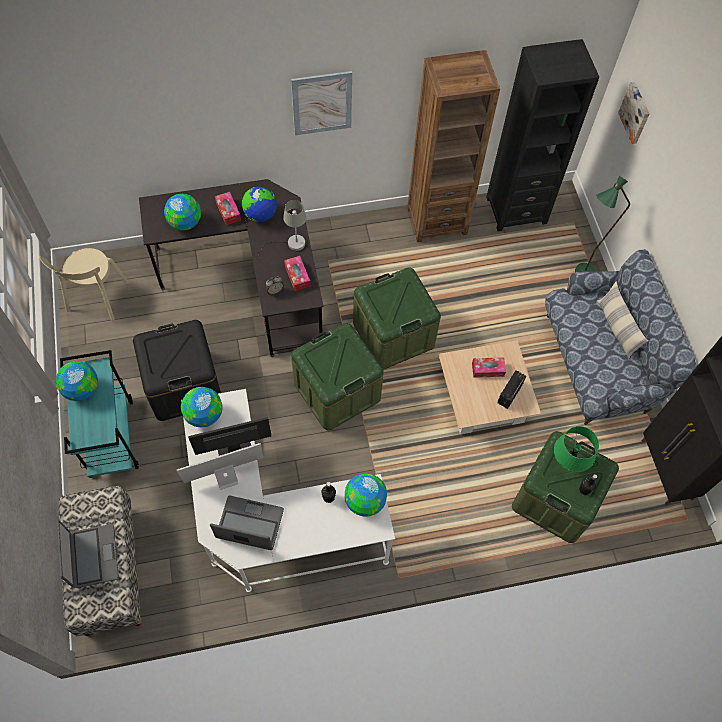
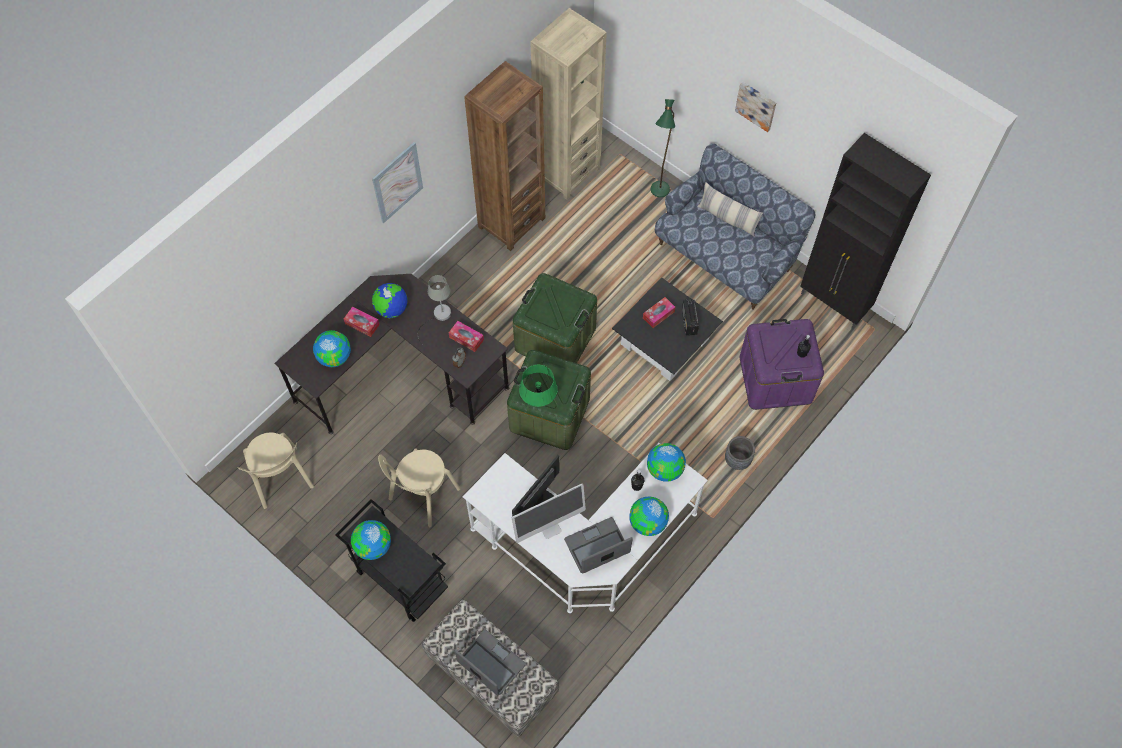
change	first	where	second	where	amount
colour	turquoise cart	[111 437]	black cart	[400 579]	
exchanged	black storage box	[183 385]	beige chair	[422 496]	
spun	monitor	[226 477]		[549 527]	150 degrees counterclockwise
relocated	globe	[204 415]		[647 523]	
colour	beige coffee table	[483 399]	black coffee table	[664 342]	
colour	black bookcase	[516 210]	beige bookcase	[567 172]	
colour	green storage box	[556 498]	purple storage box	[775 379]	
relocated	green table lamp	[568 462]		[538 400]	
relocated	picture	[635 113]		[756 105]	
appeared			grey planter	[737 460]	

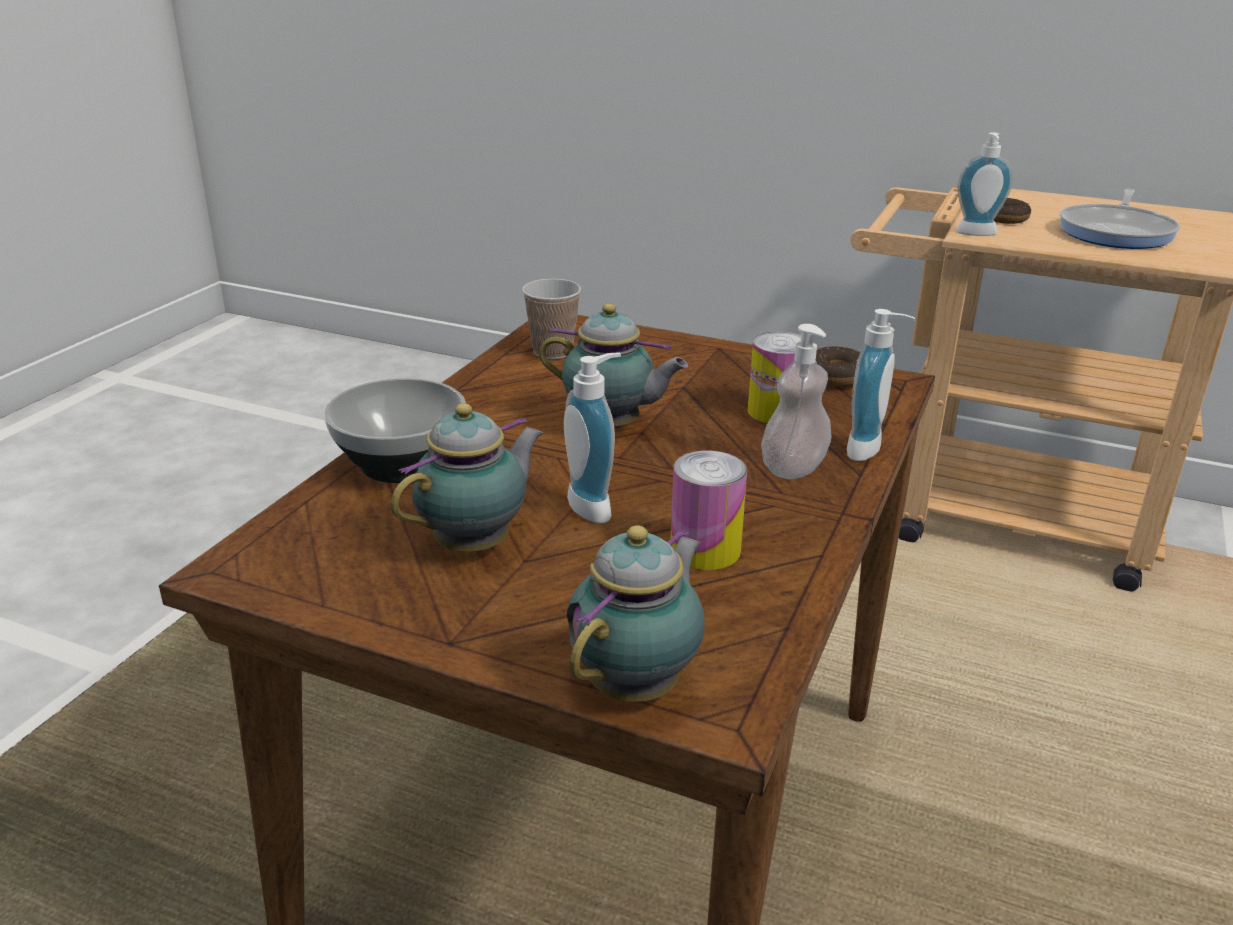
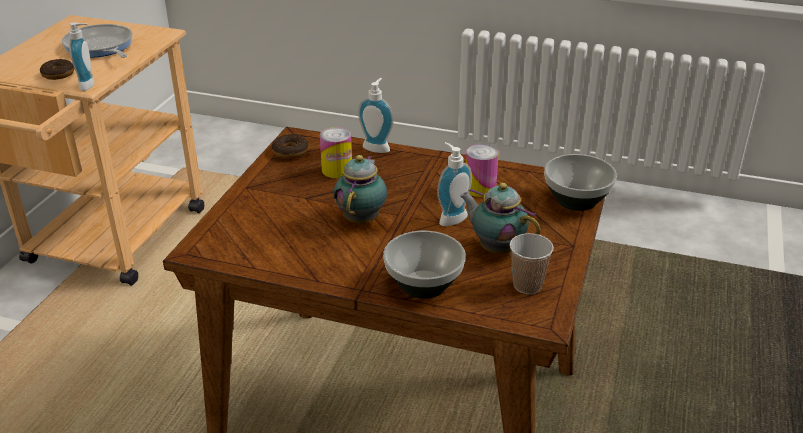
change	first	where	second	where	amount
relocated	cup	[552 352]		[527 285]	
exchanged	teapot	[638 684]	bowl	[577 200]	
missing	soap dispenser	[793 468]			
spun	frying pan	[1117 232]		[100 47]	150 degrees counterclockwise

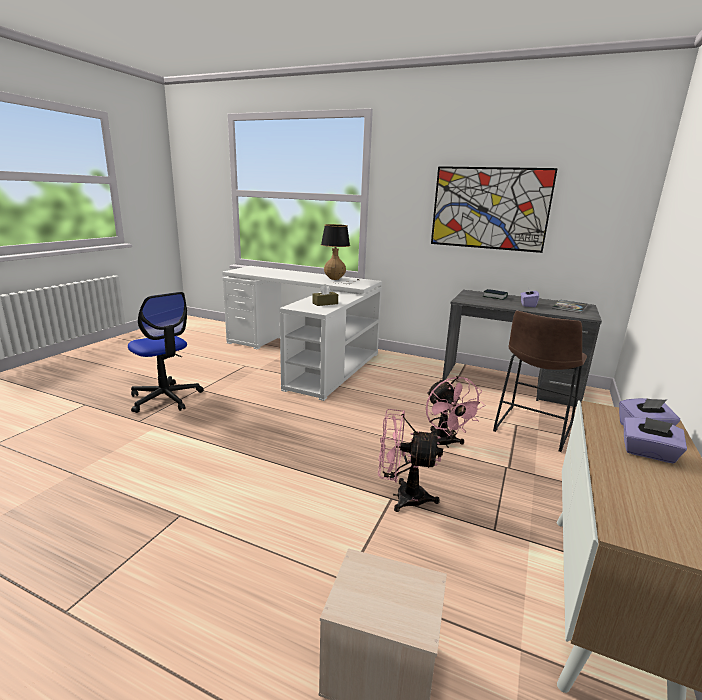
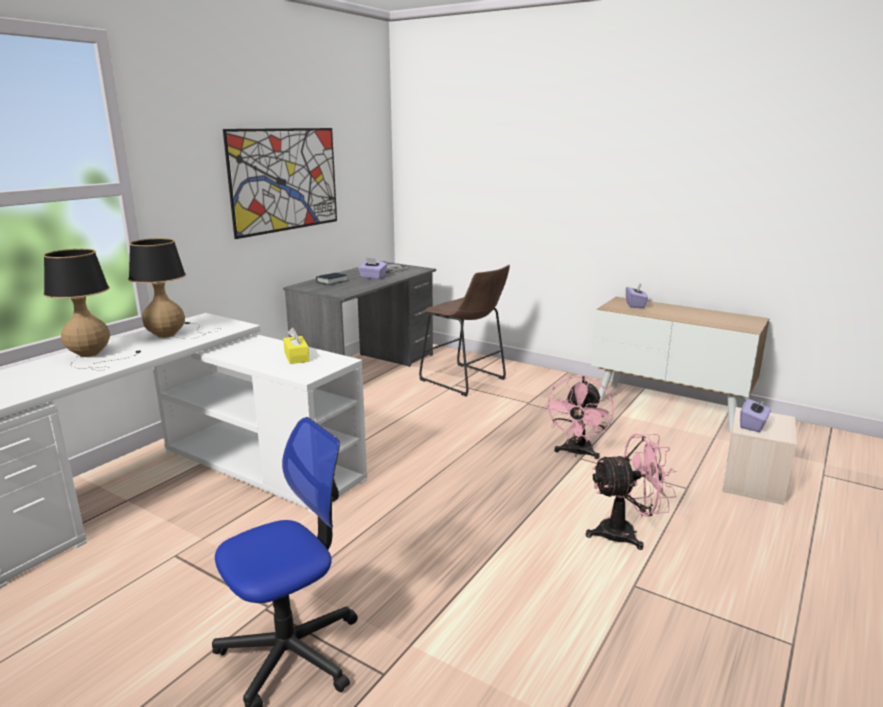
change	first	where	second	where	amount
colour	brown tissue box	[325 303]	yellow tissue box	[296 357]	
relocated	pink fan	[444 444]		[626 533]	
relocated	purple tissue box	[648 453]		[753 425]	
appeared			table lamp	[92 356]	

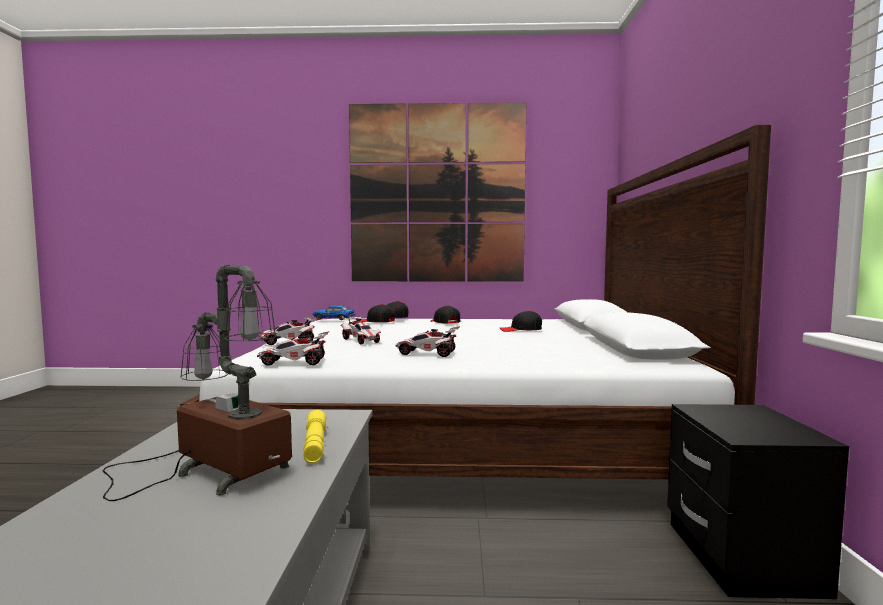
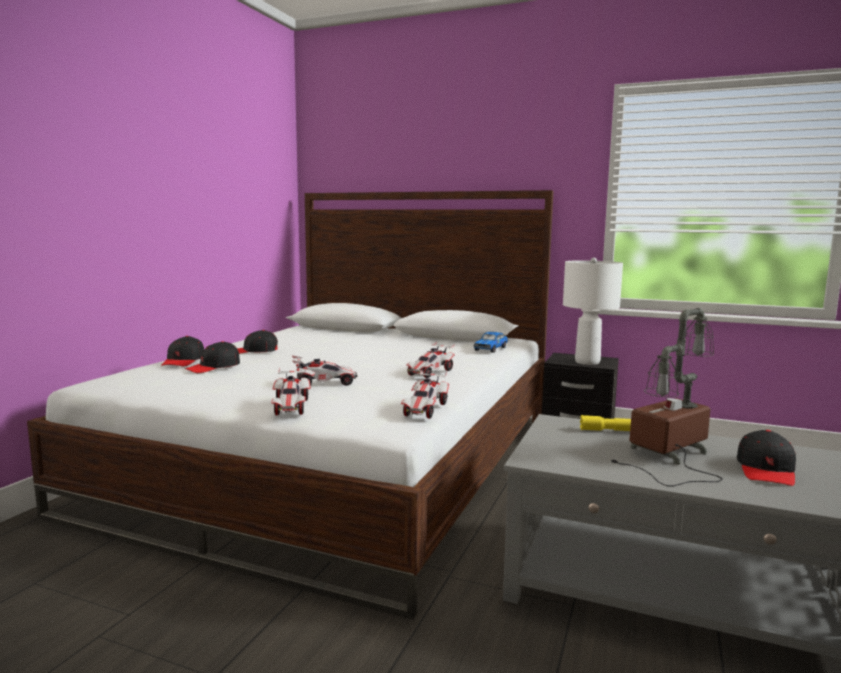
change	first	where	second	where	amount
relocated	toy car	[334 319]		[491 349]	
missing	picture	[437 193]			
relocated	black cap	[521 330]		[766 470]	
appeared			white table lamp	[587 362]	

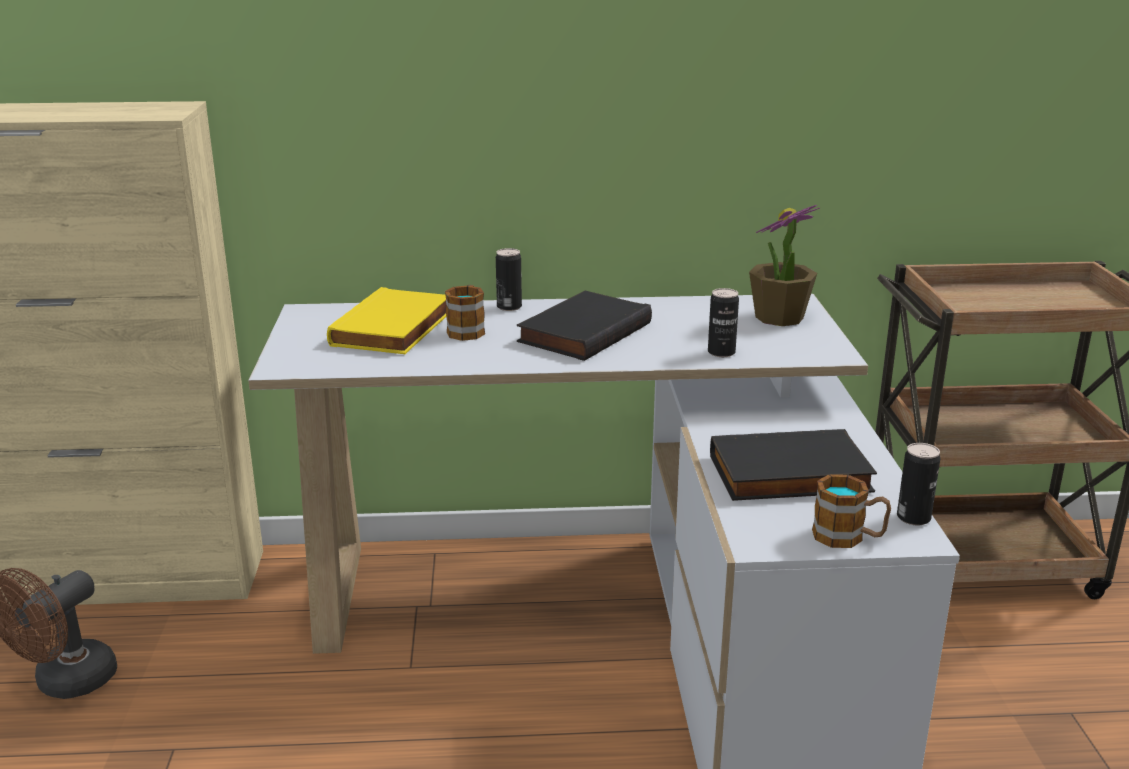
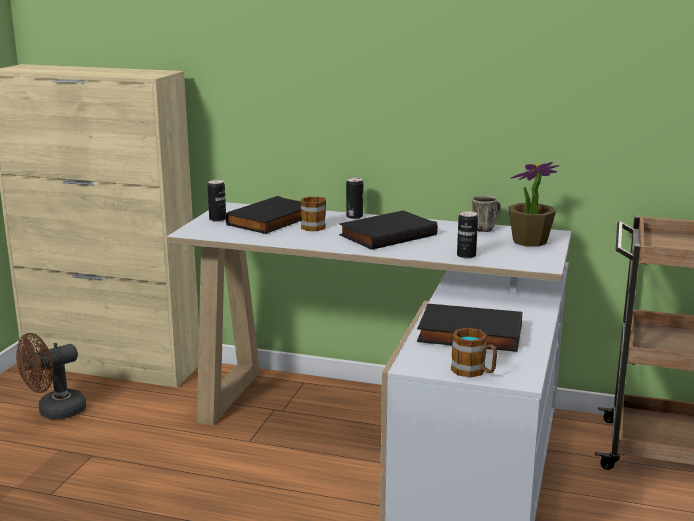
change	first	where	second	where	amount
colour	yellow book	[395 329]	black book	[272 221]	
relocated	can	[913 518]		[217 219]	
appeared			mug	[485 228]	

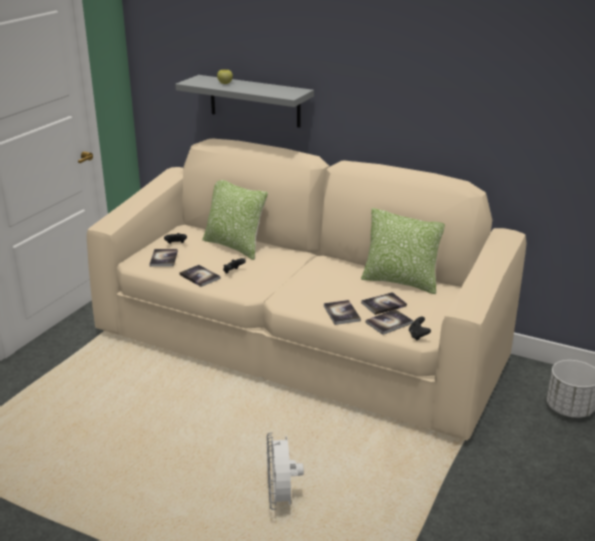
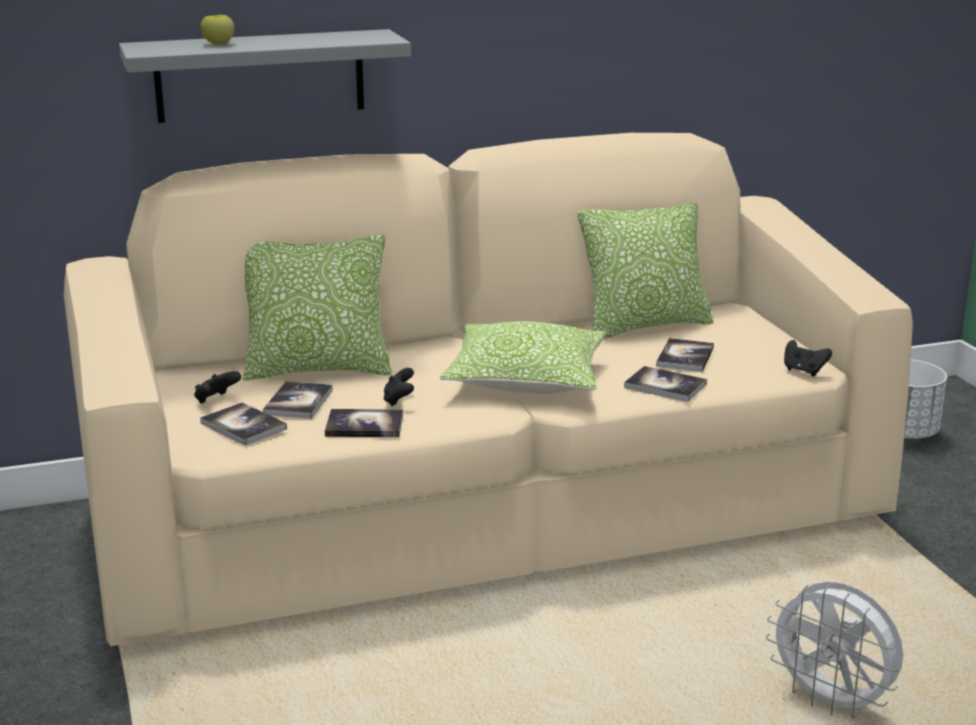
change	first	where	second	where	amount
relocated	book	[389 323]		[298 402]	
appeared			pillow	[526 380]	

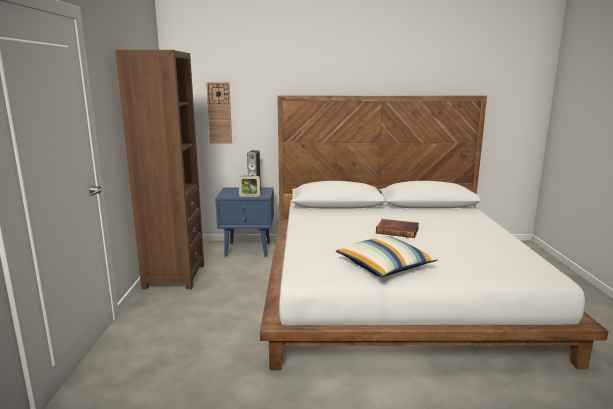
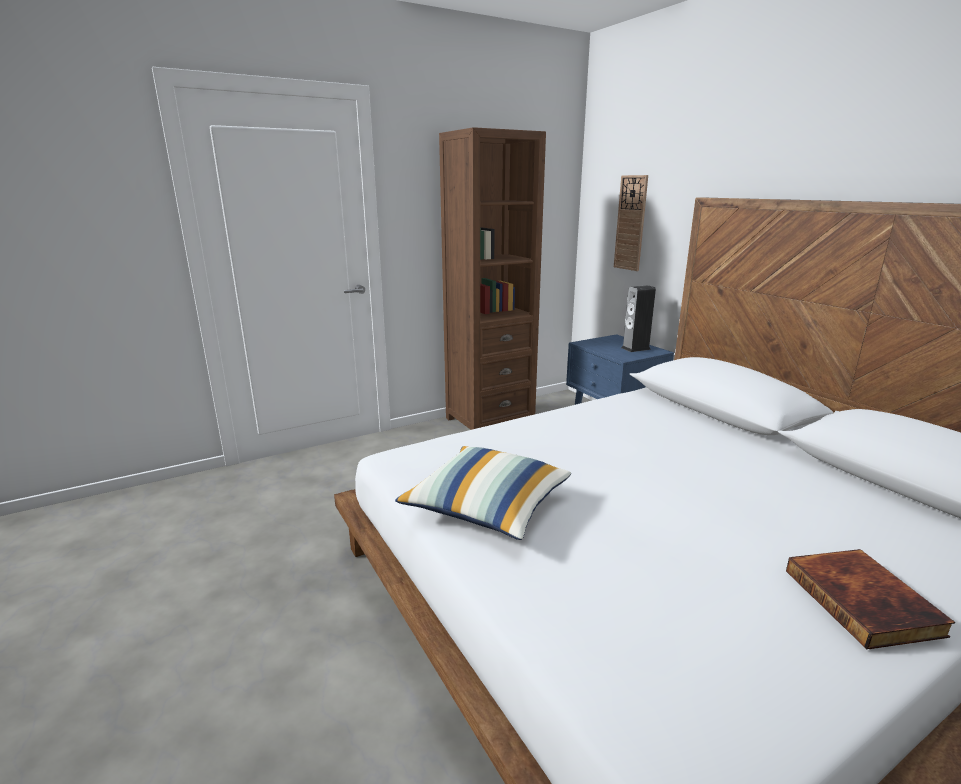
change	first	where	second	where	amount
missing	picture frame	[249 196]			
relocated	book	[398 230]		[864 602]	

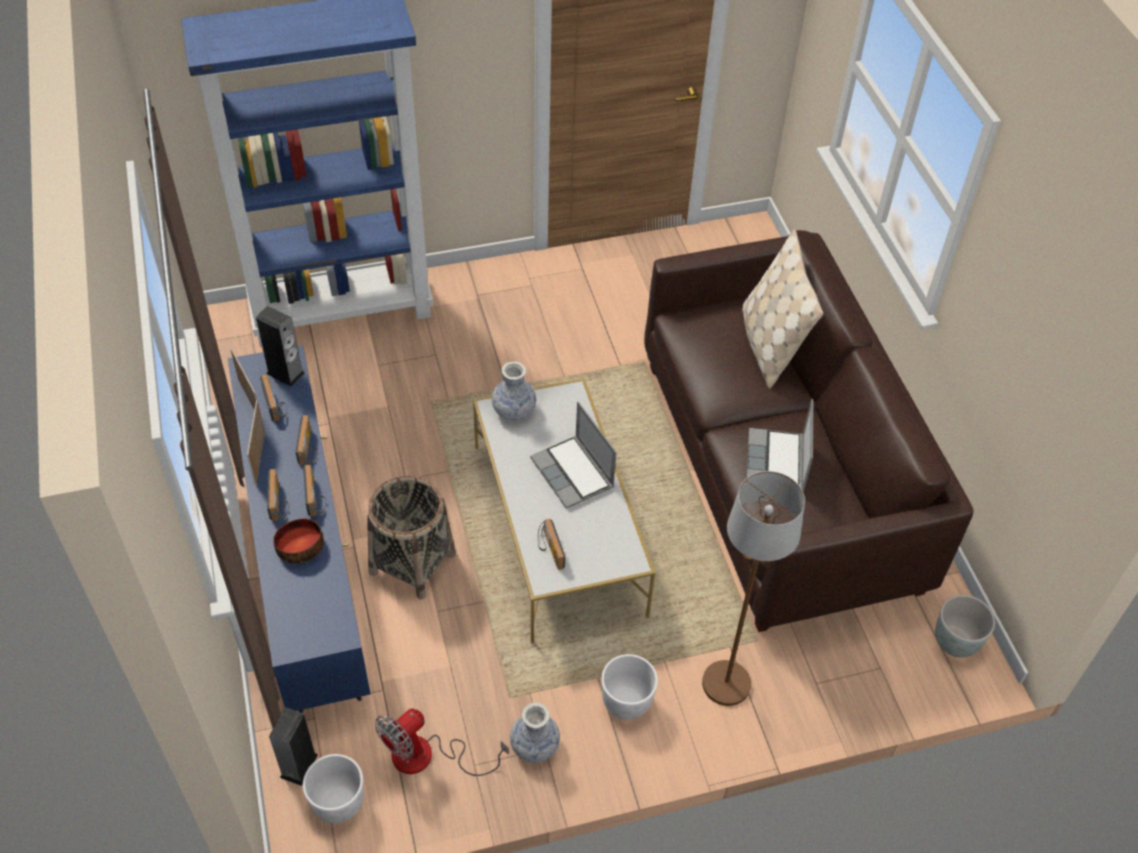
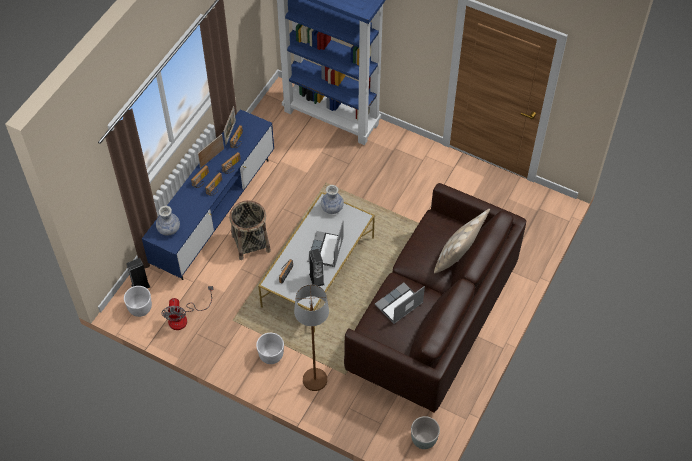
change	first	where	second	where	amount
relocated	speaker	[285 373]		[316 279]	
missing	bowl	[300 547]			
spun	fan	[427 757]		[184 317]	90 degrees counterclockwise
relocated	vase	[534 745]		[169 229]	

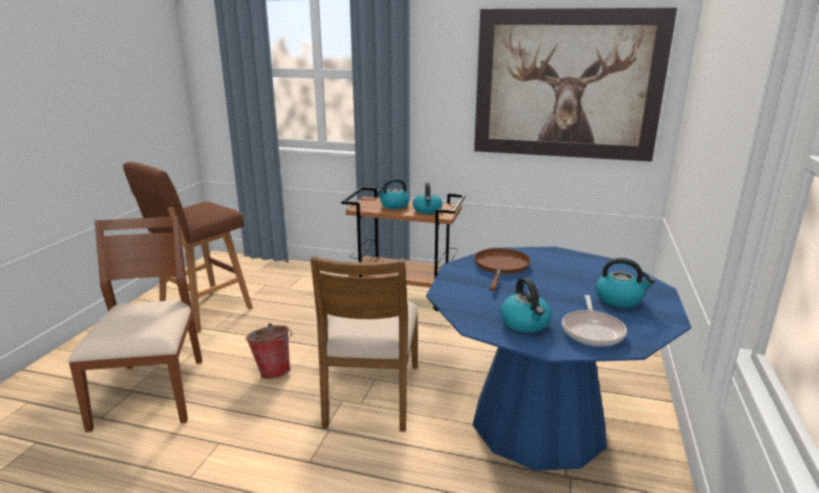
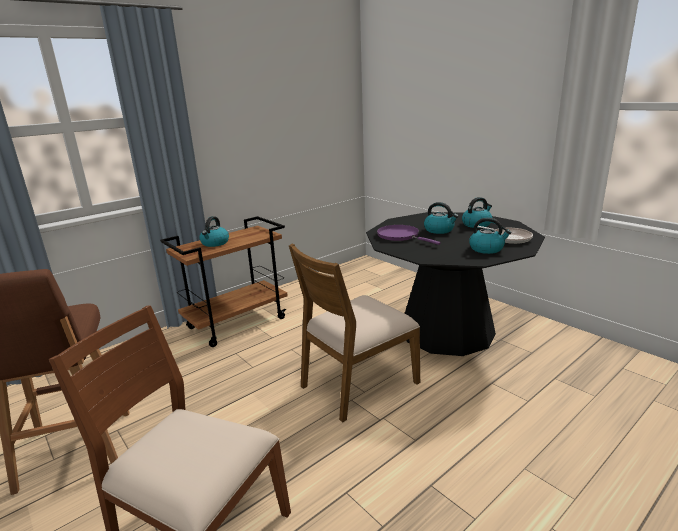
change	first	where	second	where	amount
missing	bucket	[273 371]			
spun	brown chair	[370 394]		[357 383]	105 degrees clockwise
relocated	kettle	[427 210]		[439 230]	
colour	blue dining table	[539 422]	black dining table	[447 330]	
missing	picture	[566 85]			
colour	brown frying pan	[501 266]	purple frying pan	[400 236]	

